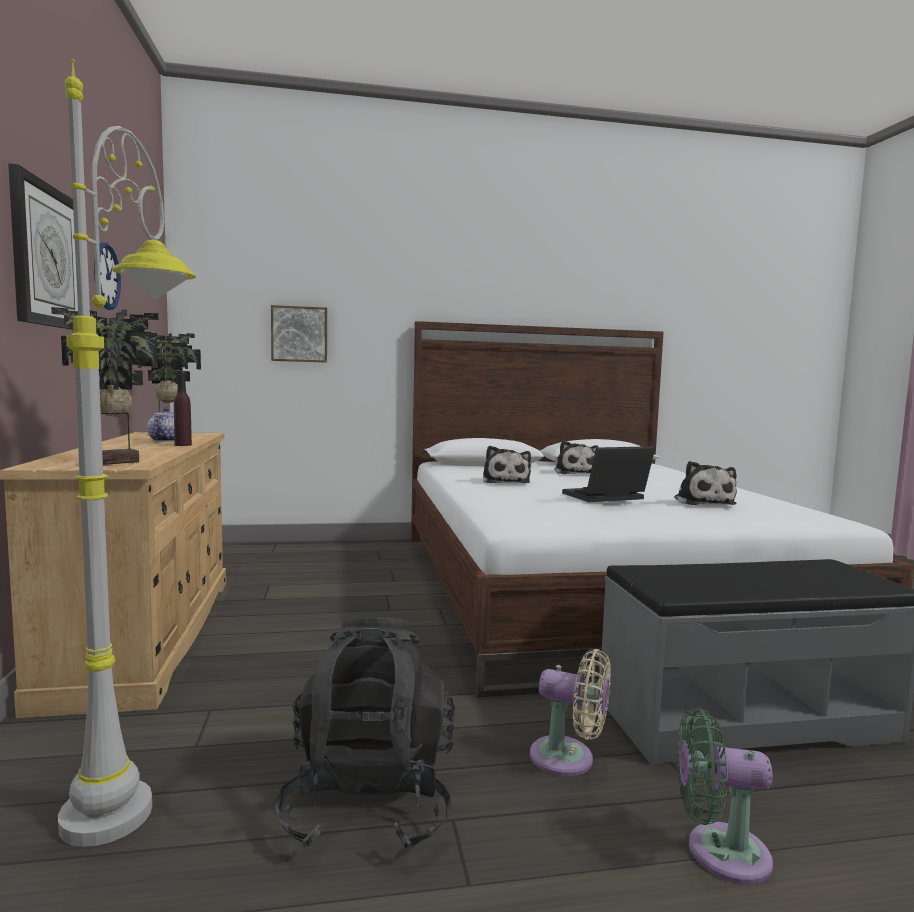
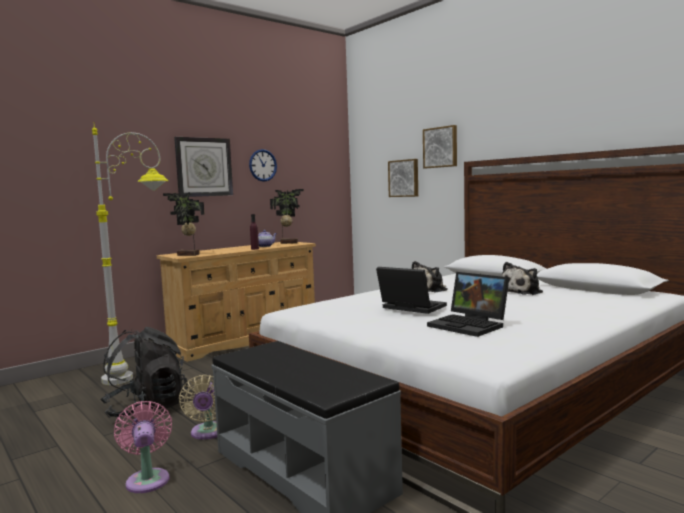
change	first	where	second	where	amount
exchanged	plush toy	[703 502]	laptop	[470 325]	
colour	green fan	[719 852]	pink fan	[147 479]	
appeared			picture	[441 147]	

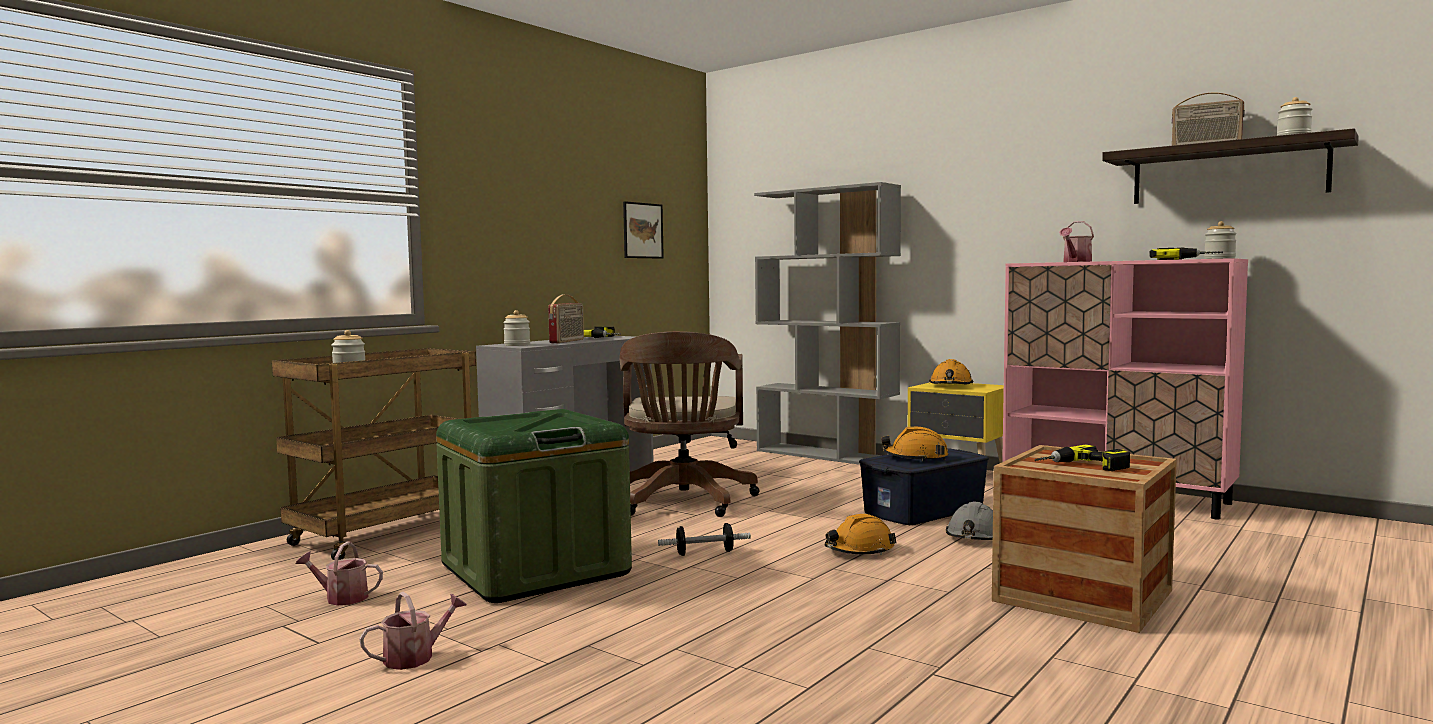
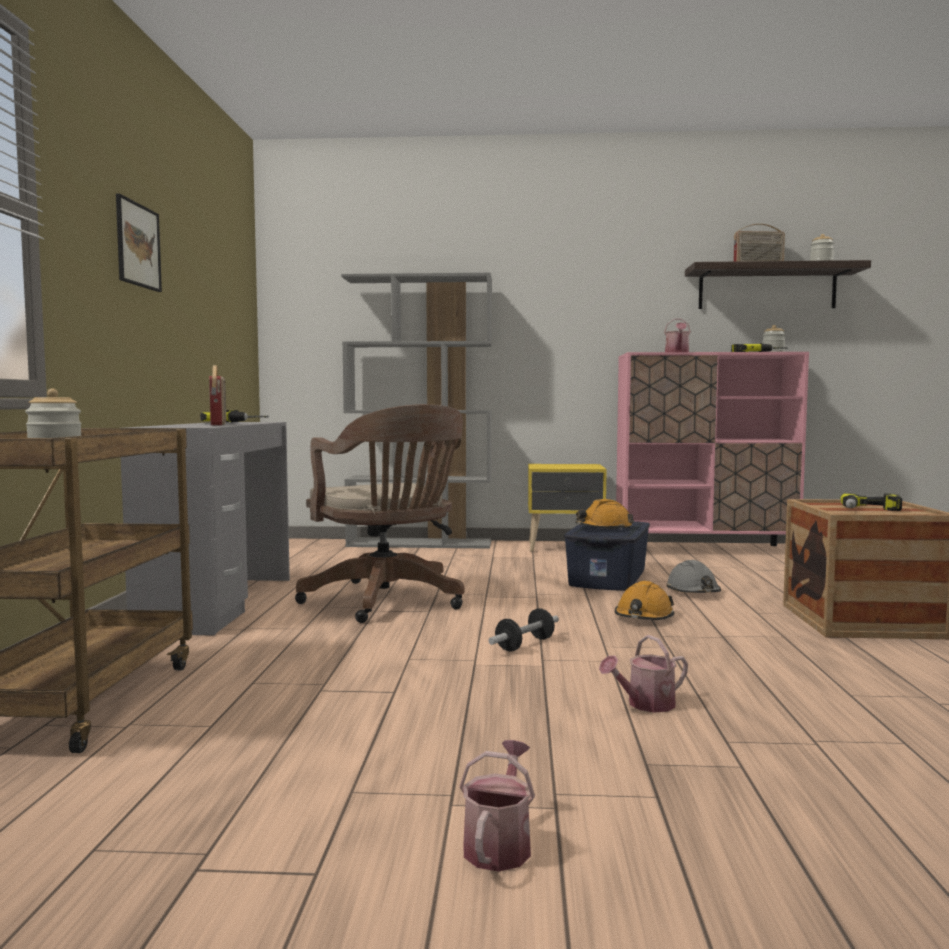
change	first	where	second	where	amount
relocated	watering can	[341 598]		[645 704]	
missing	green storage box	[535 569]			
missing	jar	[517 345]			
relocated	picture	[642 230]		[138 245]	
missing	orange hard hat	[951 386]			

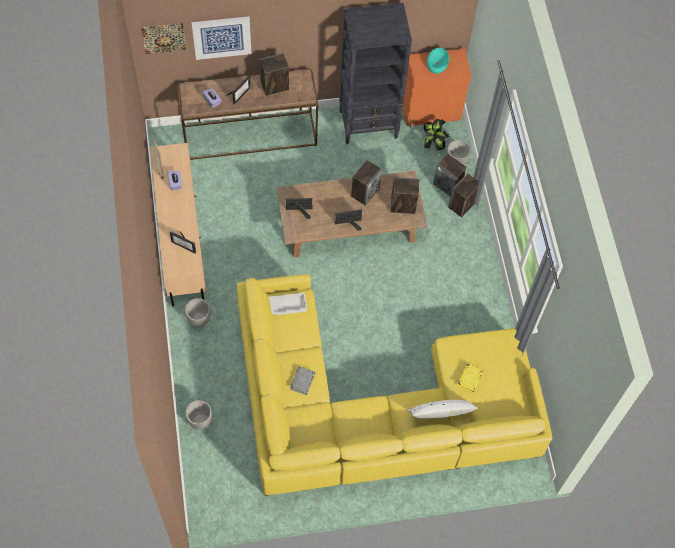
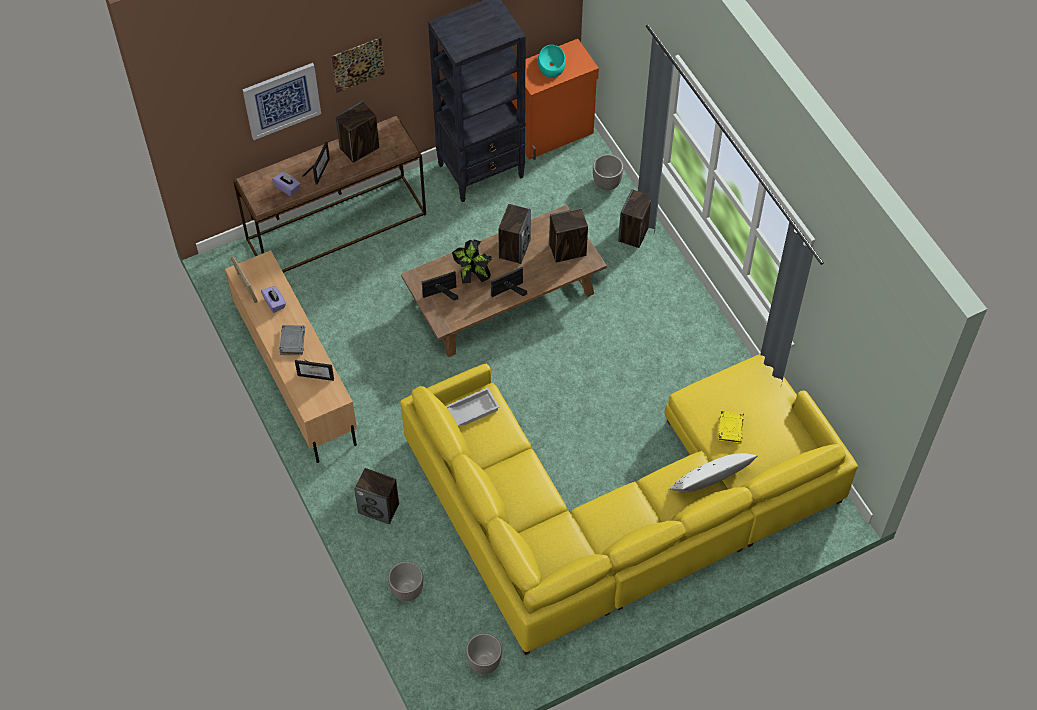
change	first	where	second	where	amount
relocated	picture	[163 38]		[358 64]	
relocated	planter	[199 319]		[484 663]	
relocated	grey book	[302 381]		[292 341]	
relocated	potted plant	[433 143]		[472 274]	
relocated	speaker	[447 185]		[379 508]	

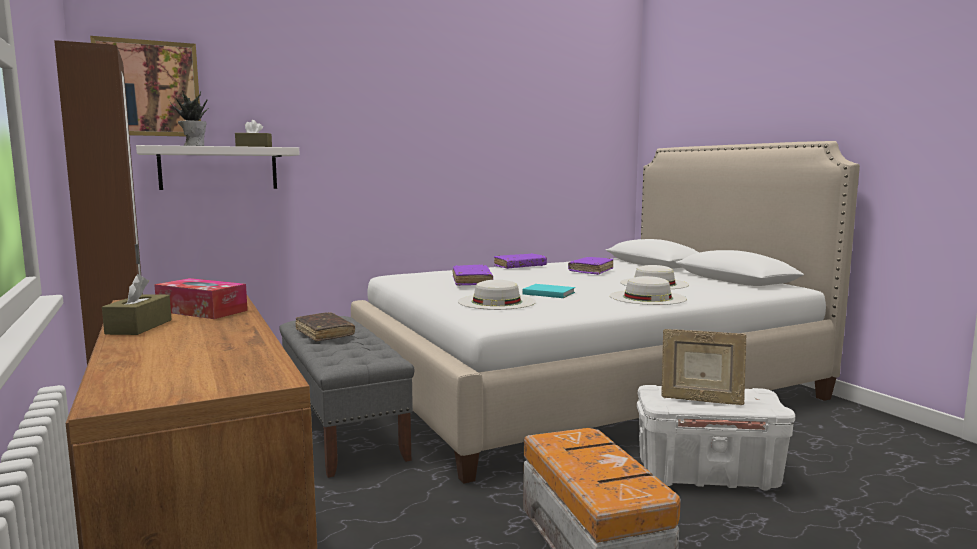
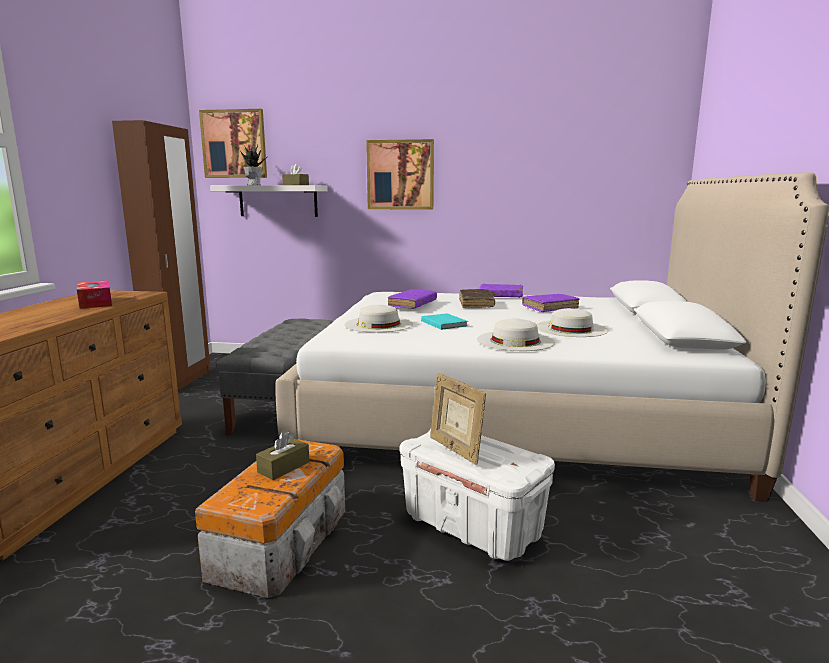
change	first	where	second	where	amount
relocated	brown tissue box	[139 327]		[283 467]	
relocated	brown book	[324 333]		[476 304]	
appeared			picture	[400 175]	

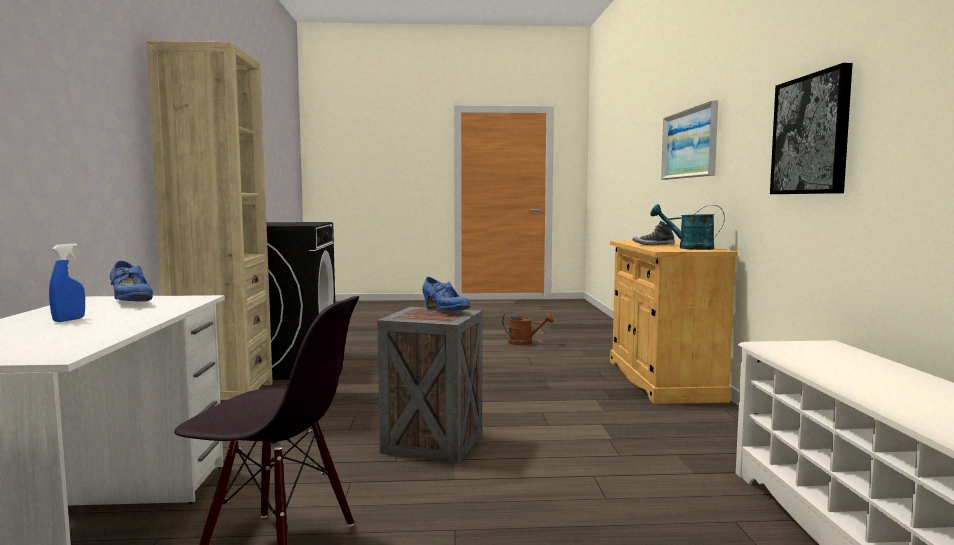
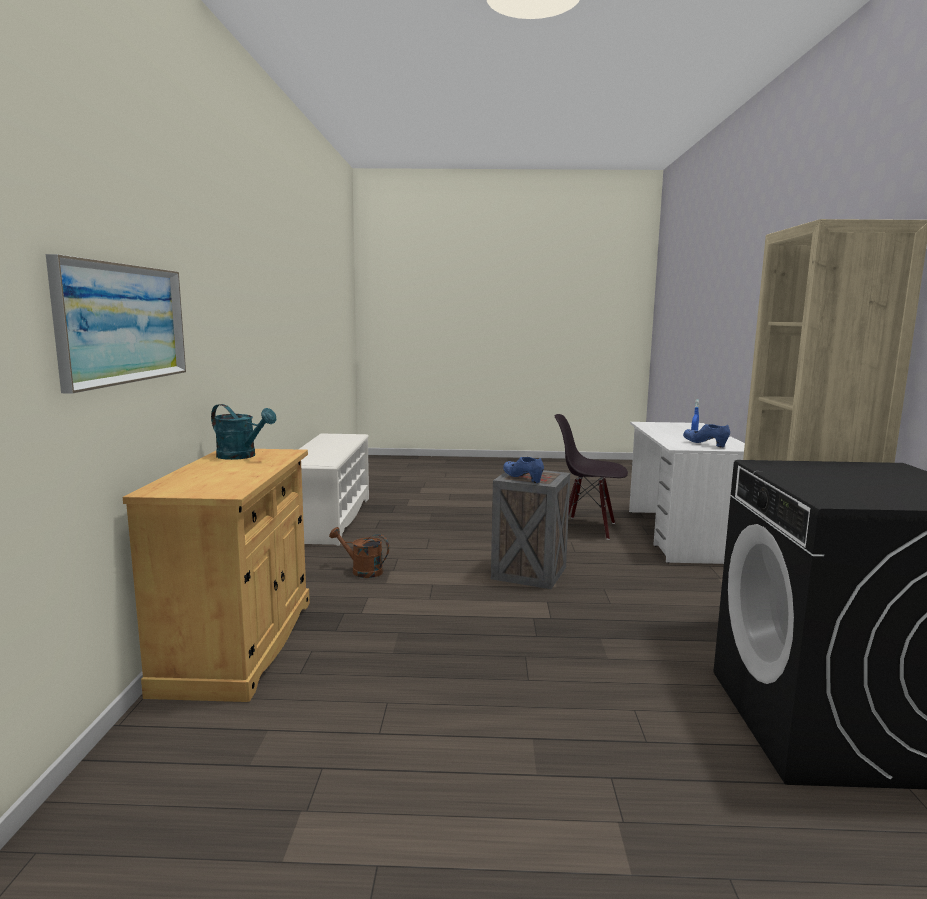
change	first	where	second	where	amount
relocated	brown watering can	[524 343]		[362 571]	
missing	shoe	[653 244]			
missing	picture	[811 135]			

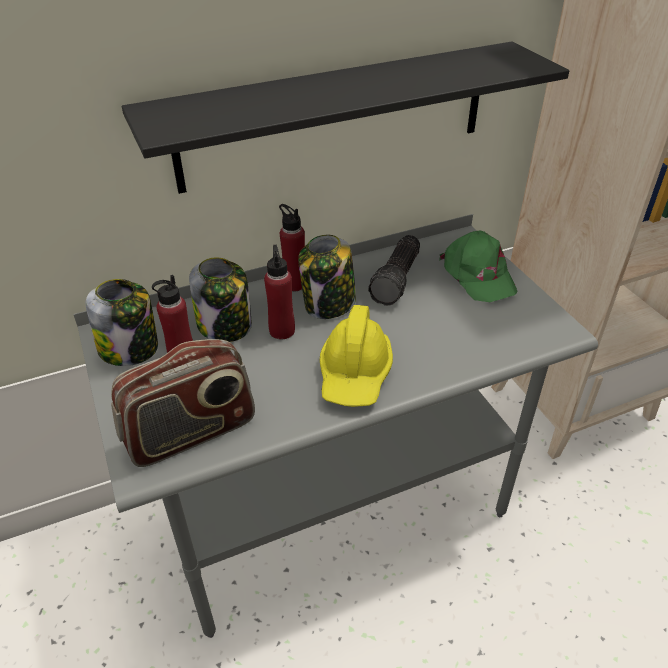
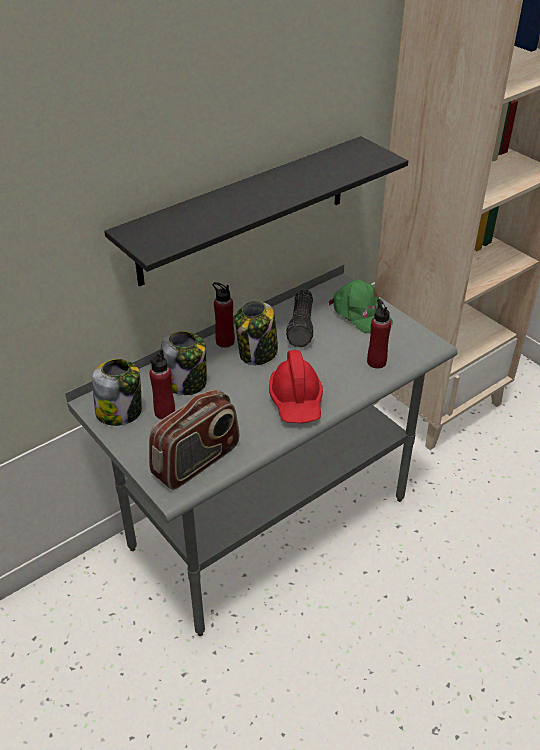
change	first	where	second	where	amount
relocated	red bottle	[282 331]		[376 362]	
colour	yellow hard hat	[355 373]	red hard hat	[296 400]	

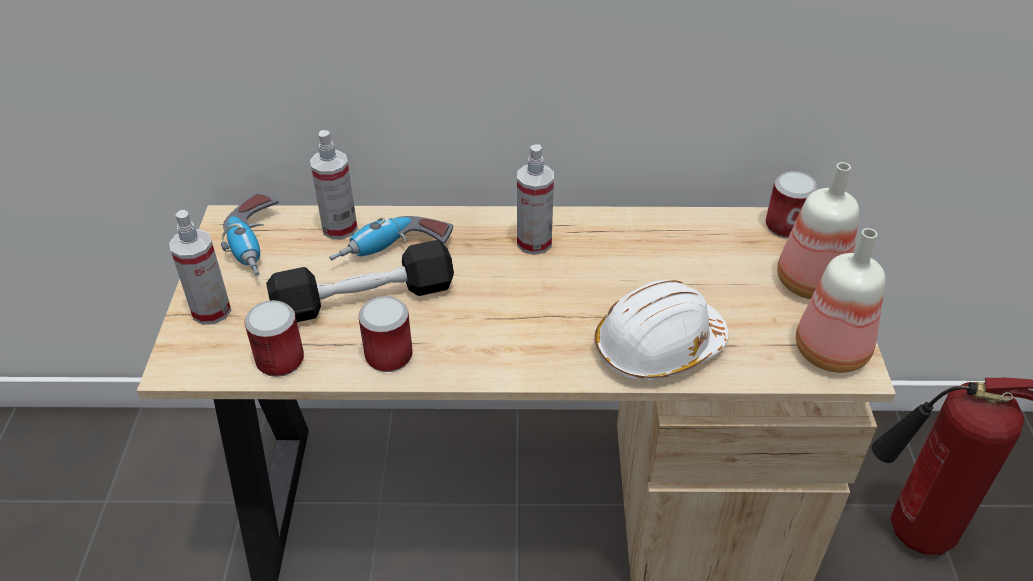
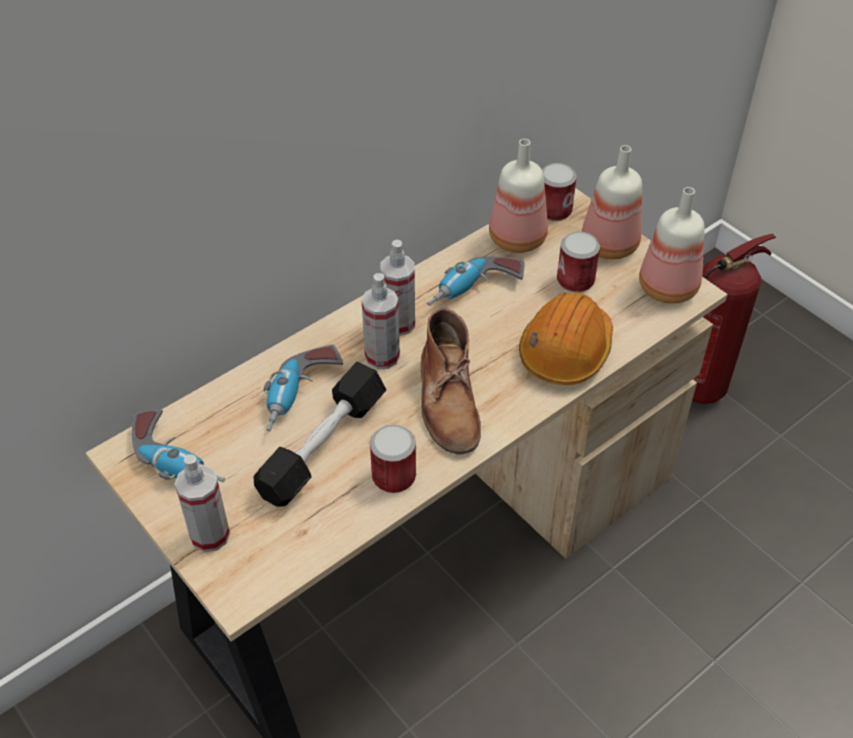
change	first	where	second	where	amount
relocated	can	[280 360]		[575 280]	
relocated	spray bottle	[339 228]		[382 356]	
colour	white hard hat	[658 347]	orange hard hat	[565 351]	
appeared			brown boot	[448 401]	
appeared			power drill	[474 292]	
appeared			bottle	[517 237]	

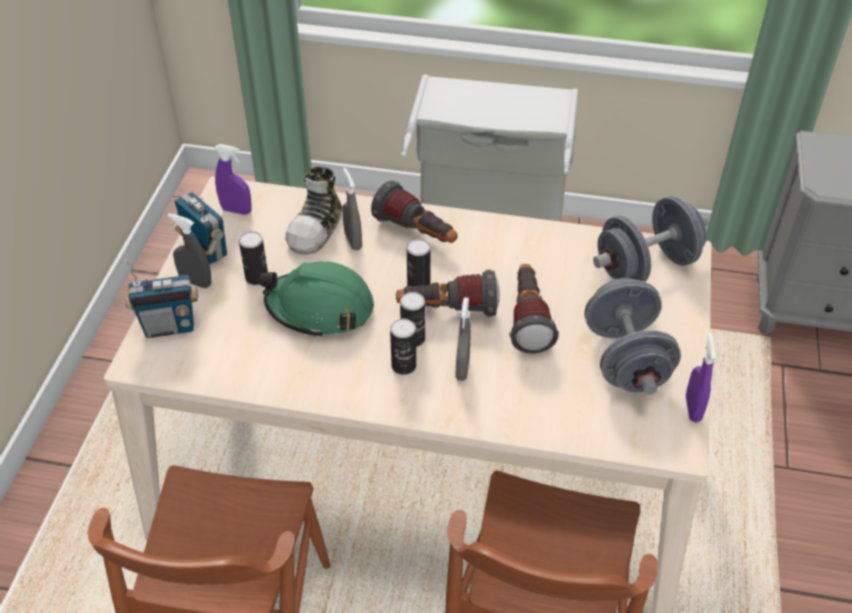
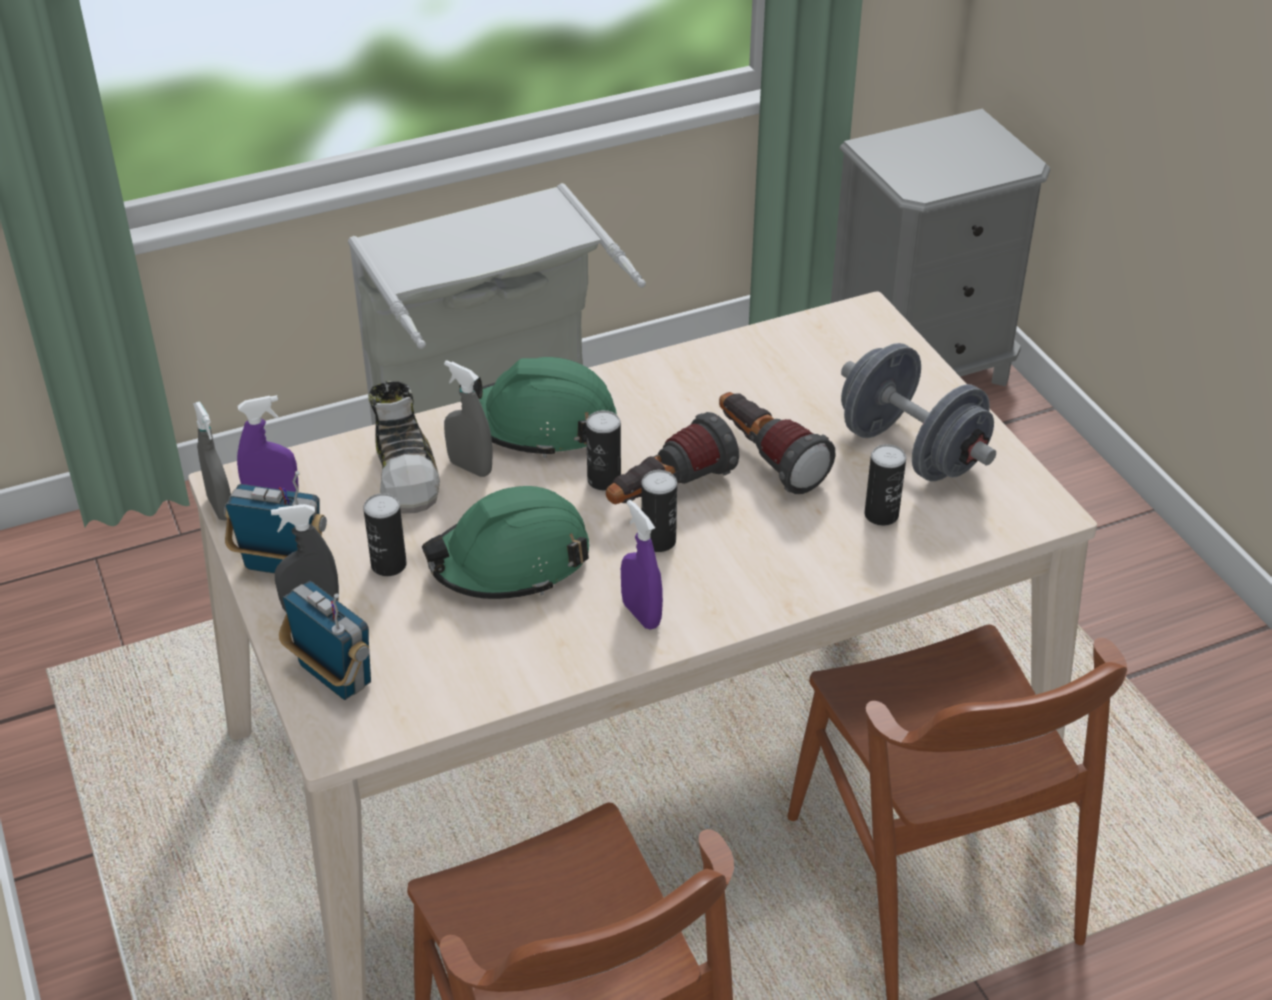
change	first	where	second	where	amount
spun	radio	[169 327]		[333 676]	90 degrees counterclockwise
exchanged	flashlight	[417 233]	green hard hat	[542 424]	
relocated	can	[403 365]		[881 515]	
relocated	grey spray bottle	[462 368]		[221 508]	
missing	grey dumbbell	[646 266]			
relocated	purple spray bottle	[693 408]		[641 614]	

